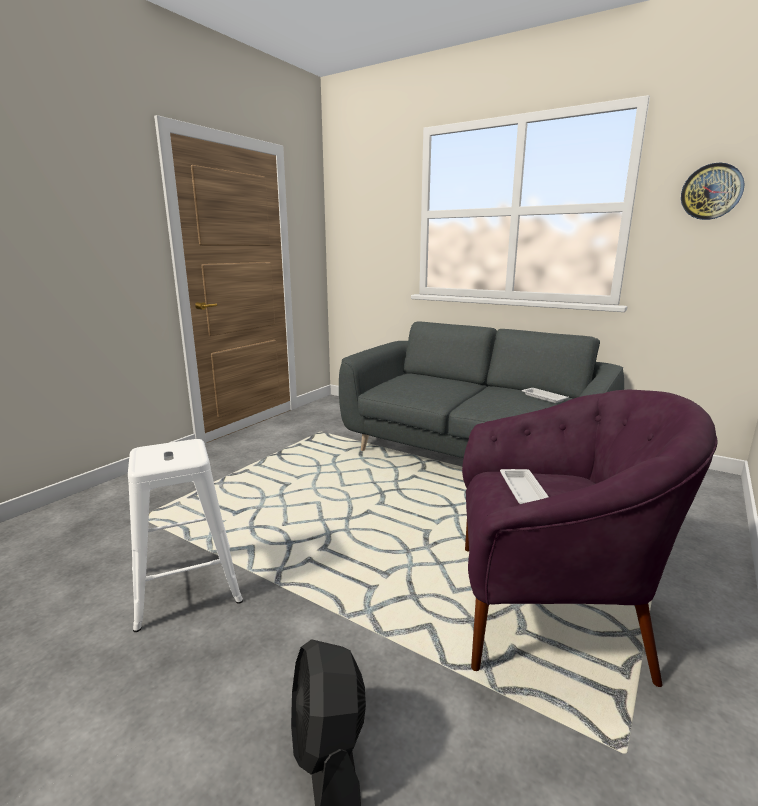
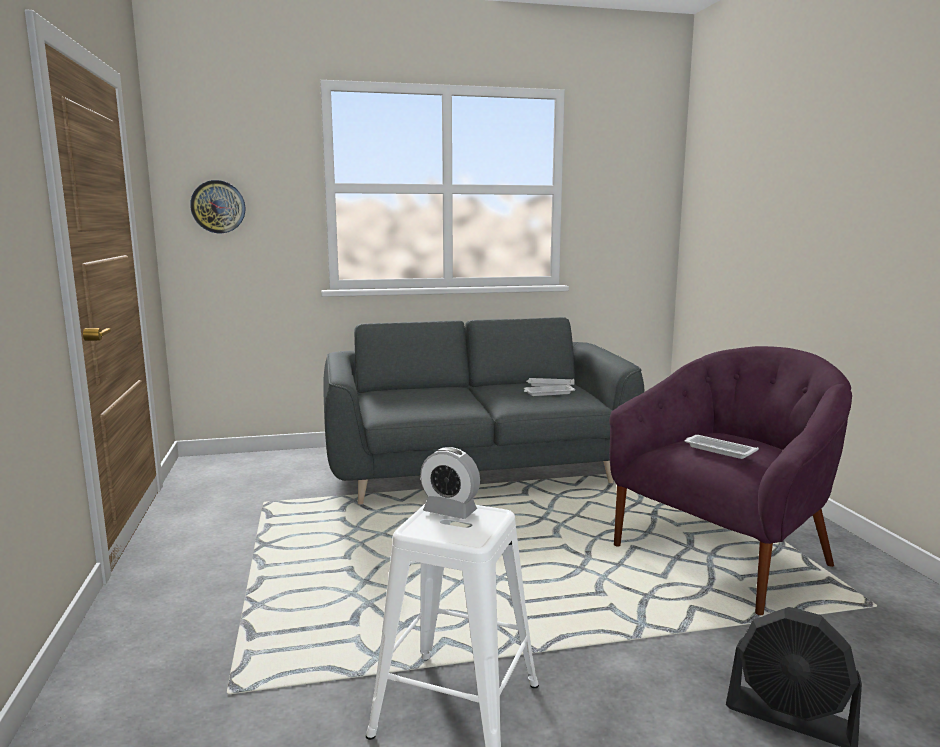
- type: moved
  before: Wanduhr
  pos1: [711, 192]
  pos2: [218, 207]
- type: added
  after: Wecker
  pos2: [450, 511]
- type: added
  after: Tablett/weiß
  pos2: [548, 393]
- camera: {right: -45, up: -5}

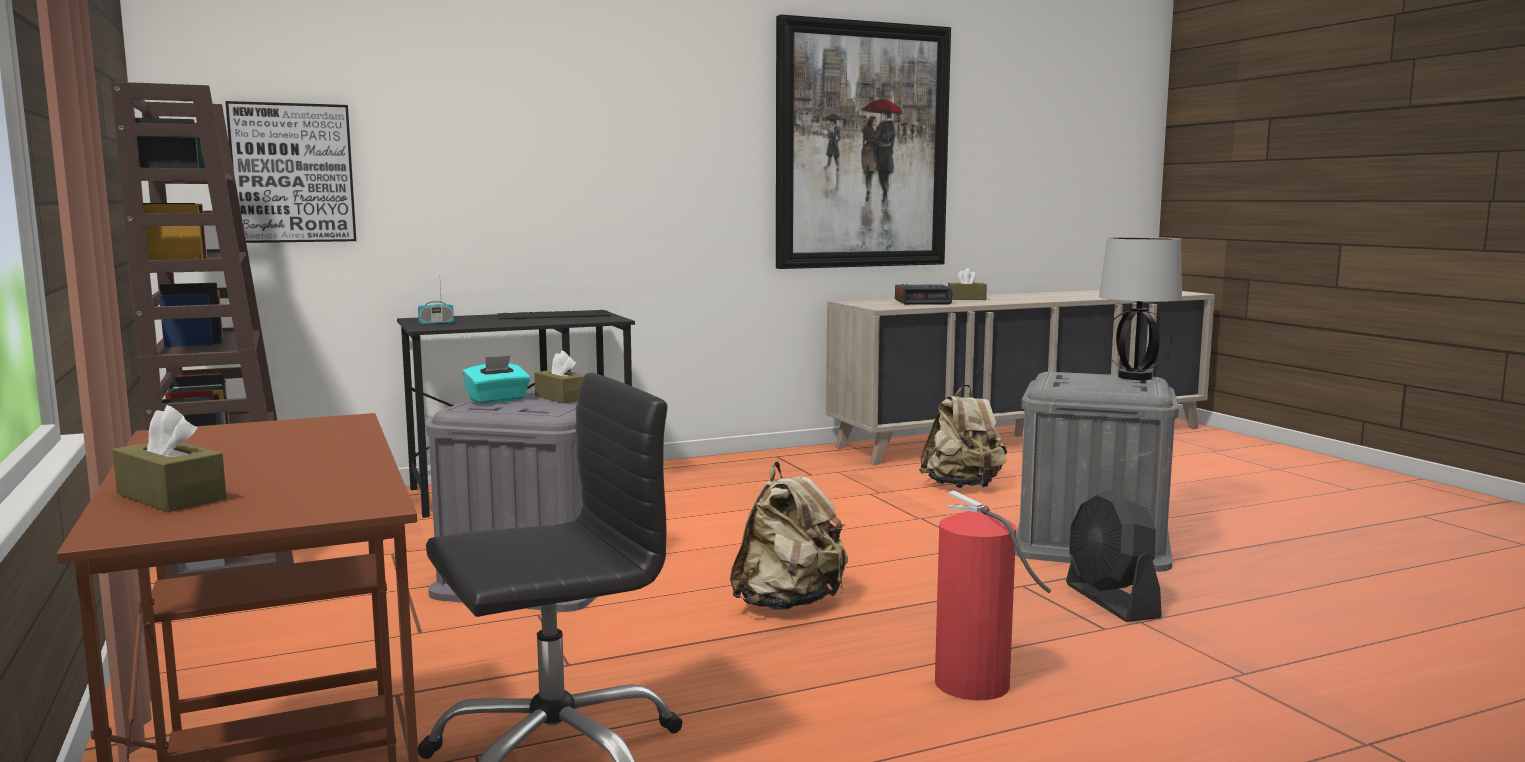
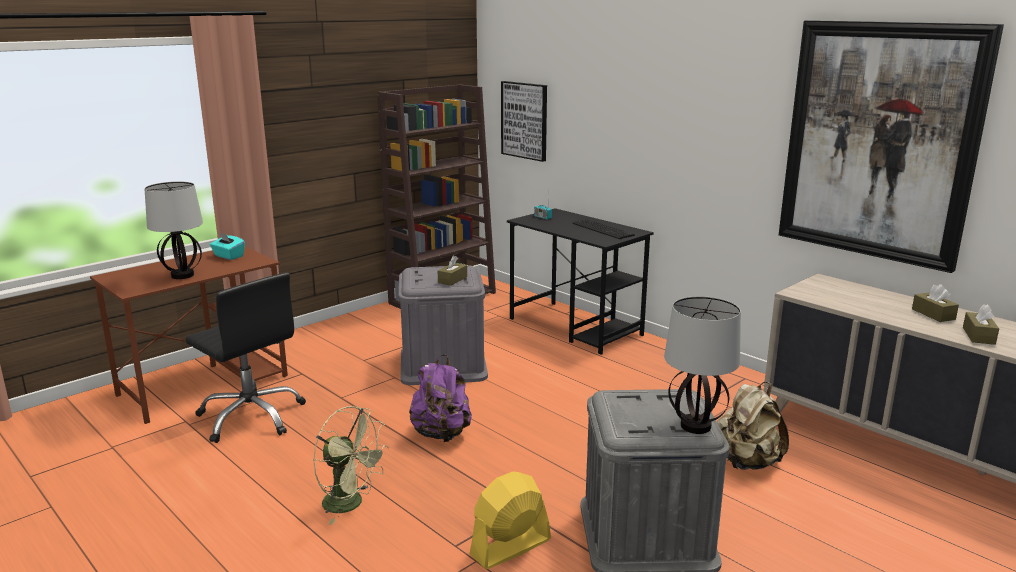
- type: added
  after: Tischlampe
  pos2: [182, 275]
- type: moved
  before: Taschentuchbox/türkis
  pos1: [497, 400]
  pos2: [228, 256]
- type: replaced
  before: Feuerlöscher
  after: Ventilator/grün
  pos1: [975, 685]
  pos2: [351, 504]
- type: recoloured
  before: Rucksack/beige
  after: Rucksack/lila
  pos1: [788, 603]
  pos2: [441, 434]
- type: recoloured
  before: Ventilator/schwarz
  after: Ventilator/gelb
  pos1: [1111, 601]
  pos2: [510, 547]
- type: moved
  before: Taschentuchbox/braun
  pos1: [171, 496]
  pos2: [978, 336]
- type: removed
  before: Wecker
  pos1: [923, 302]
- camera: {right: 70, up: 10}

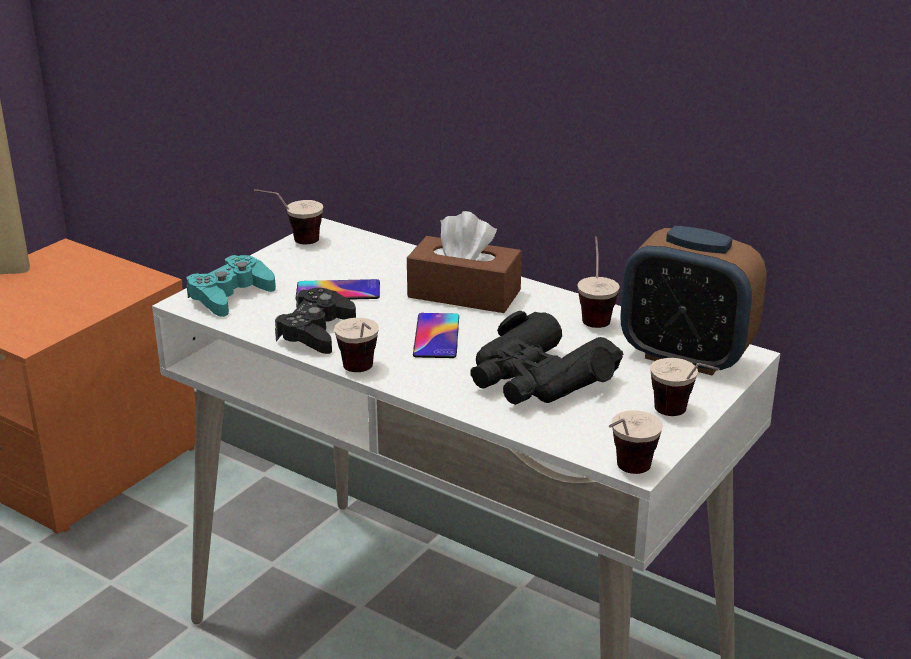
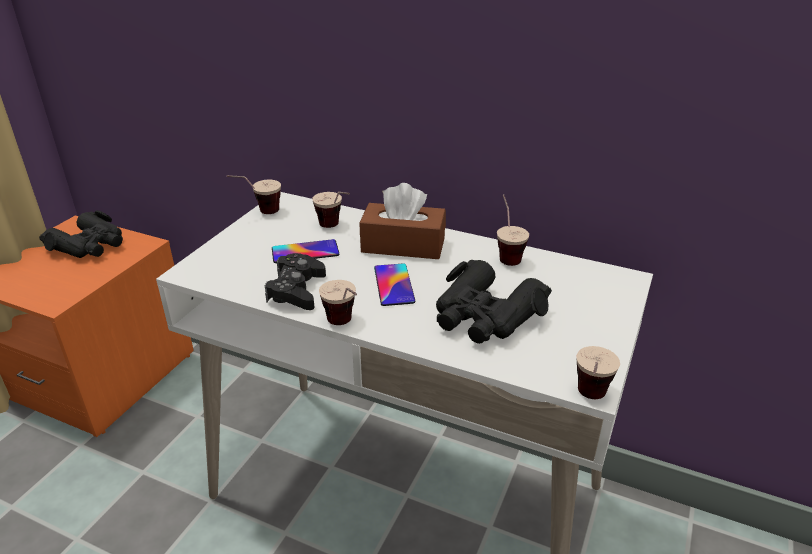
- type: added
  after: Fernglas/schwarz
  pos2: [90, 245]
- type: moved
  before: Tasse
  pos1: [682, 418]
  pos2: [335, 228]
- type: removed
  before: Gamepad/türkis
  pos1: [230, 295]
- type: removed
  before: Wecker
  pos1: [686, 356]
- camera: {right: -10, up: 5}

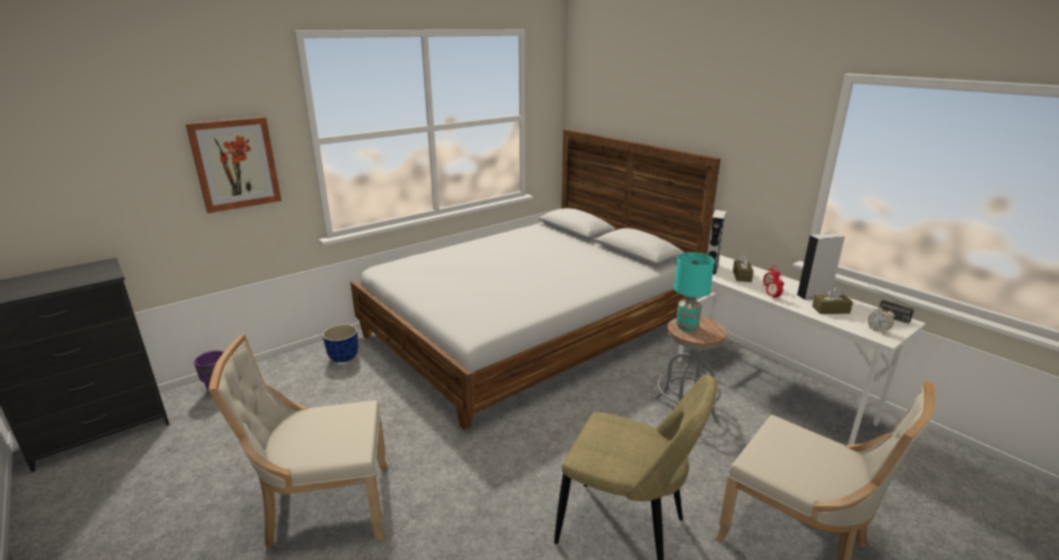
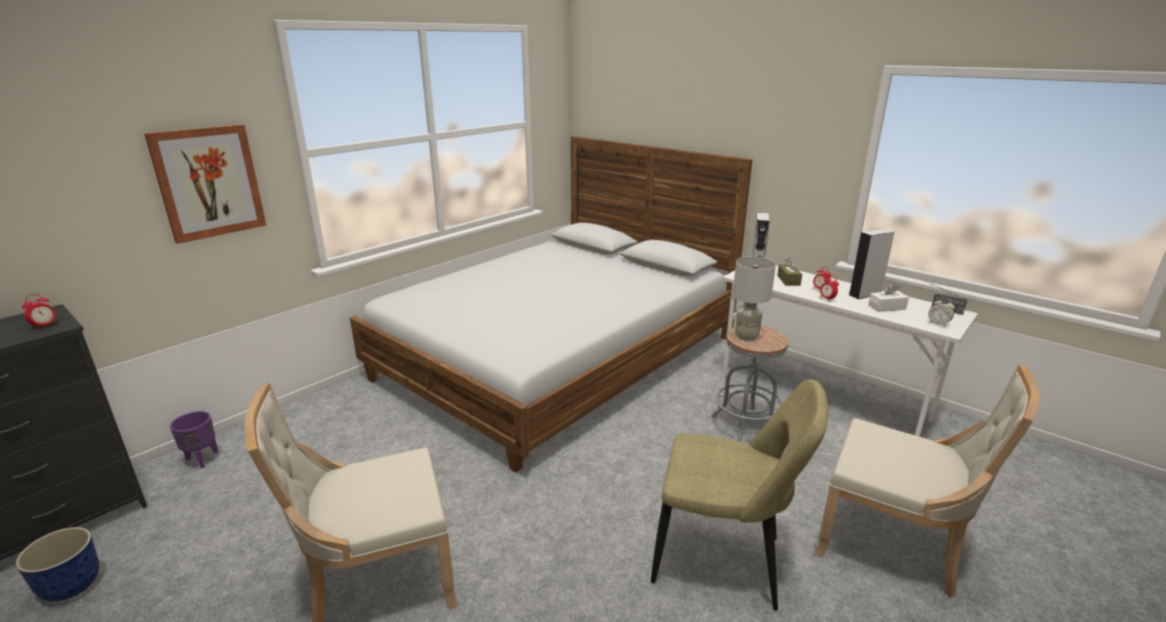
- type: moved
  before: Pflanzkübel
  pos1: [343, 357]
  pos2: [71, 586]
- type: added
  after: Wecker
  pos2: [45, 326]
- type: recoloured
  before: Tischlampe/türkis
  after: Tischlampe/grau
  pos1: [687, 327]
  pos2: [747, 336]
- type: recoloured
  before: Taschentuchbox/braun
  after: Taschentuchbox/weiß
  pos1: [830, 310]
  pos2: [887, 307]
- camera: {right: -10, up: 0}

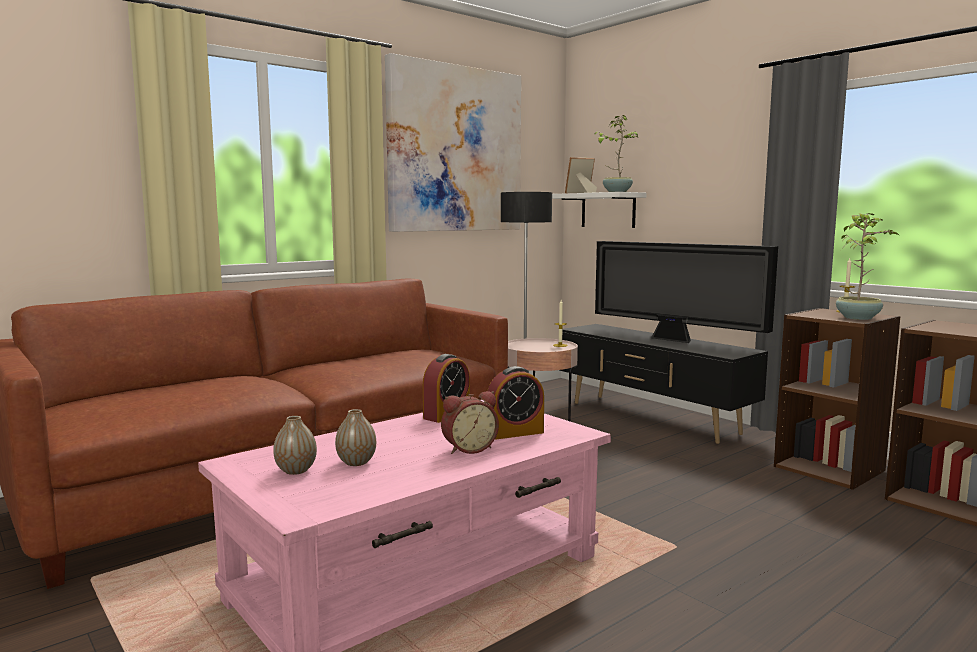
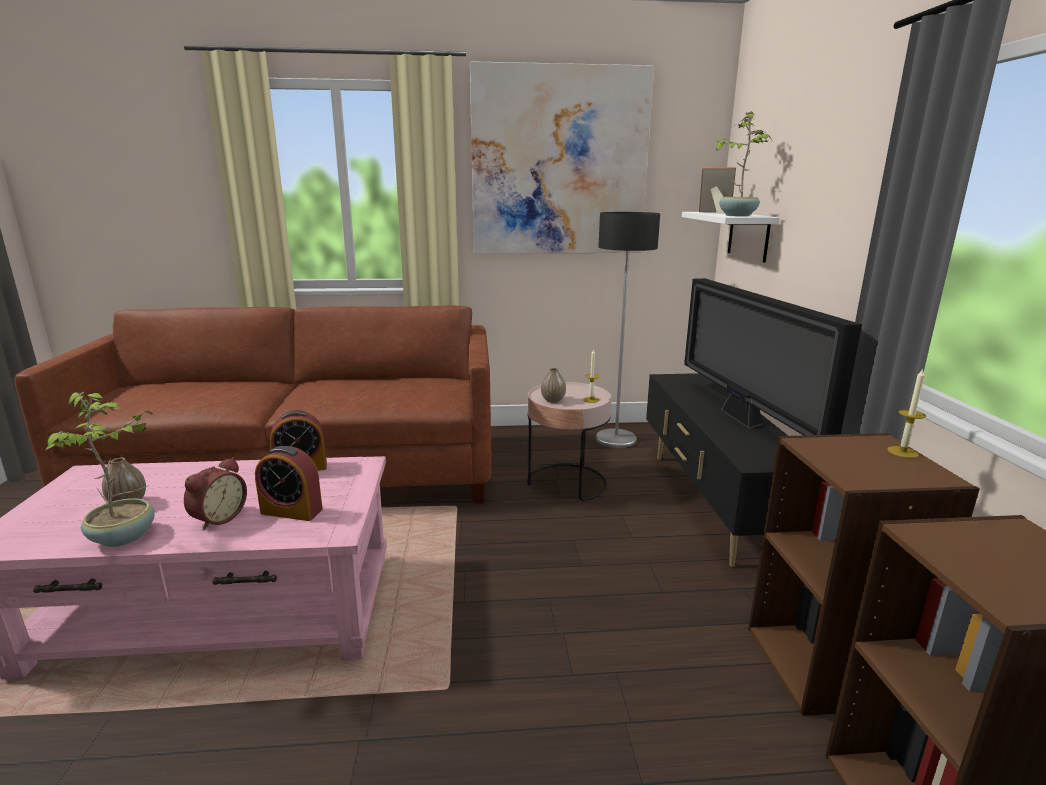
- type: moved
  before: Topfpflanze
  pos1: [858, 317]
  pos2: [124, 537]
- type: turned
  before: Wecker
  pos1: [468, 448]
  pos2: [218, 518]
  turn: -75
- type: moved
  before: Vase
  pos1: [296, 470]
  pos2: [553, 400]
- camera: {right: 35, up: 10}

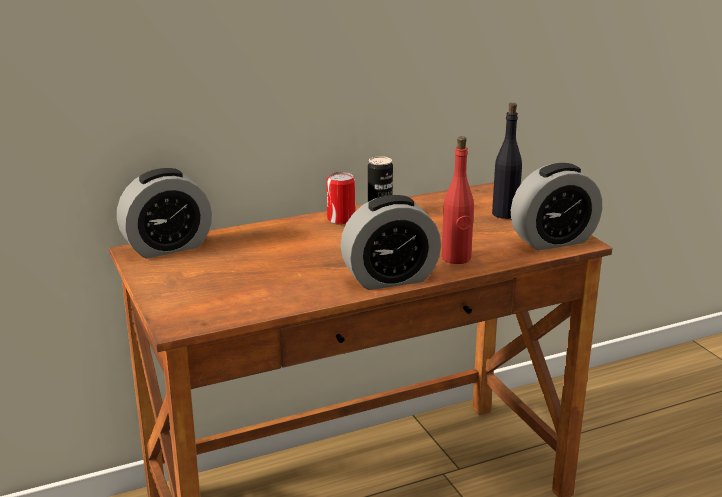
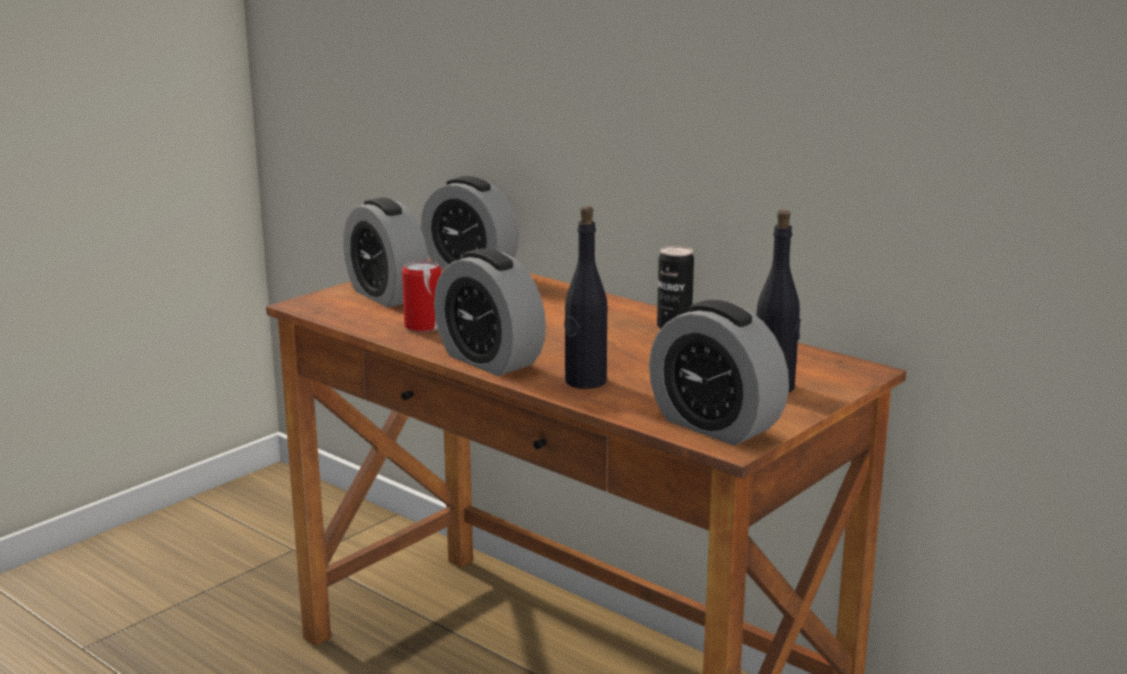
- type: added
  after: Wecker
  pos2: [387, 295]
- type: moved
  before: Dose
  pos1: [341, 219]
  pos2: [423, 326]
- type: recoloured
  before: Flasche/rot
  after: Flasche/schwarz
  pos1: [456, 258]
  pos2: [585, 382]
- camera: {right: 65, up: -5}

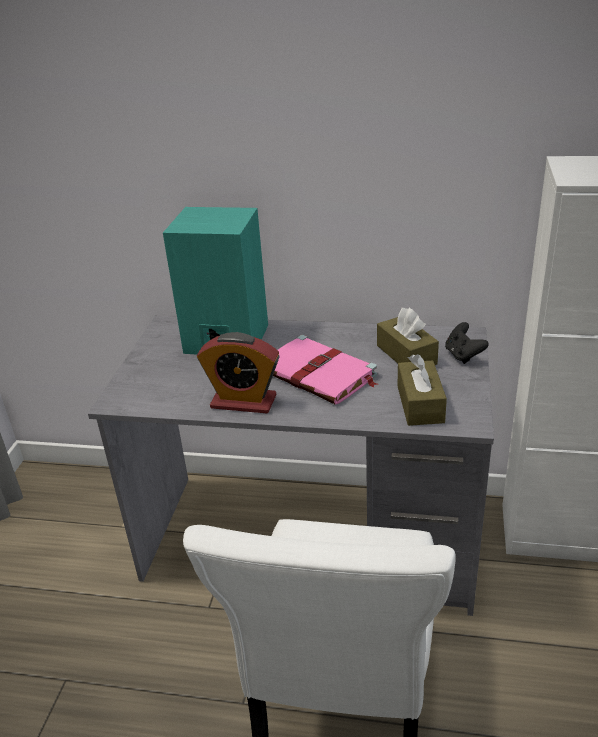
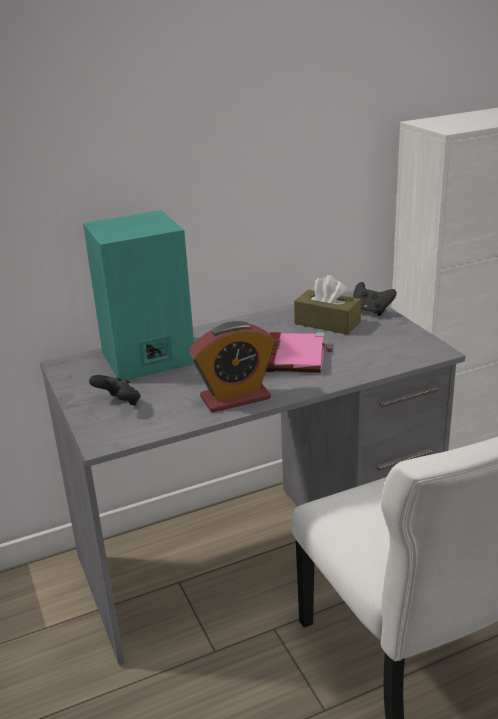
- type: added
  after: Gamepad/schwarz
  pos2: [119, 403]
- type: removed
  before: Taschentuchbox/braun
  pos1: [420, 404]
- camera: {right: -35, up: -5}

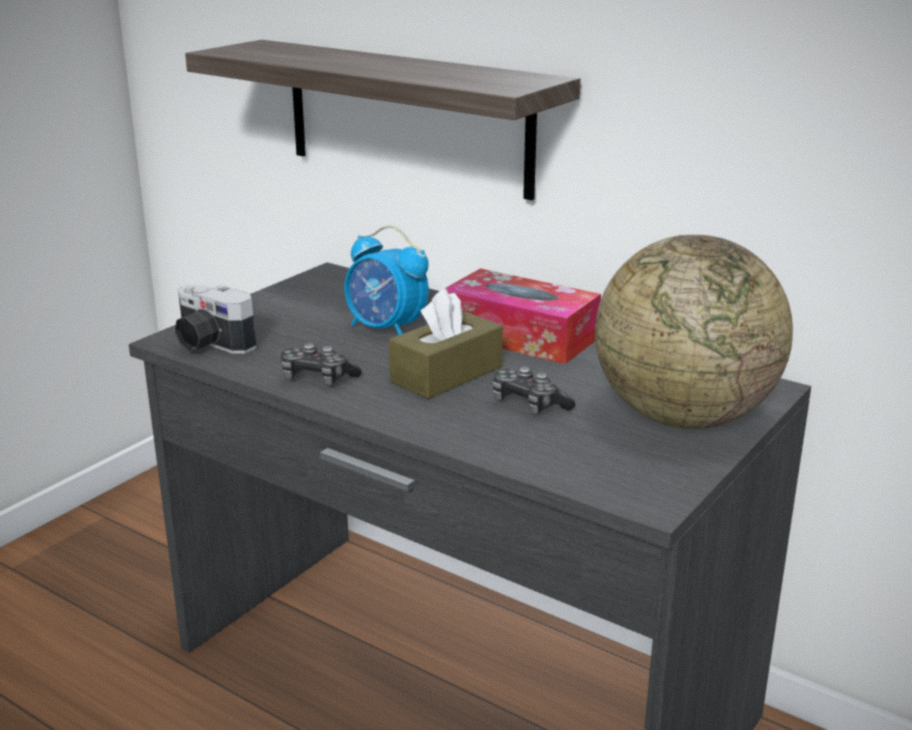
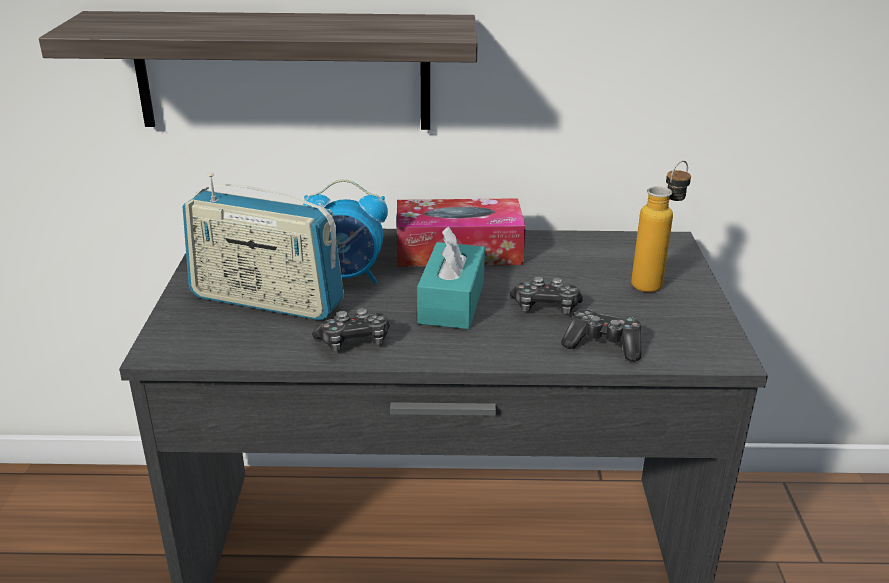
- type: added
  after: Radio
  pos2: [266, 300]
- type: recoloured
  before: Taschentuchbox/braun
  after: Taschentuchbox/türkis
  pos1: [446, 374]
  pos2: [452, 302]
- type: added
  after: Gamepad
  pos2: [603, 345]
- type: replaced
  before: Globus
  after: Flasche
  pos1: [683, 417]
  pos2: [654, 281]
- type: removed
  before: Kamera
  pos1: [209, 344]
- camera: {right: -35, up: 5}

